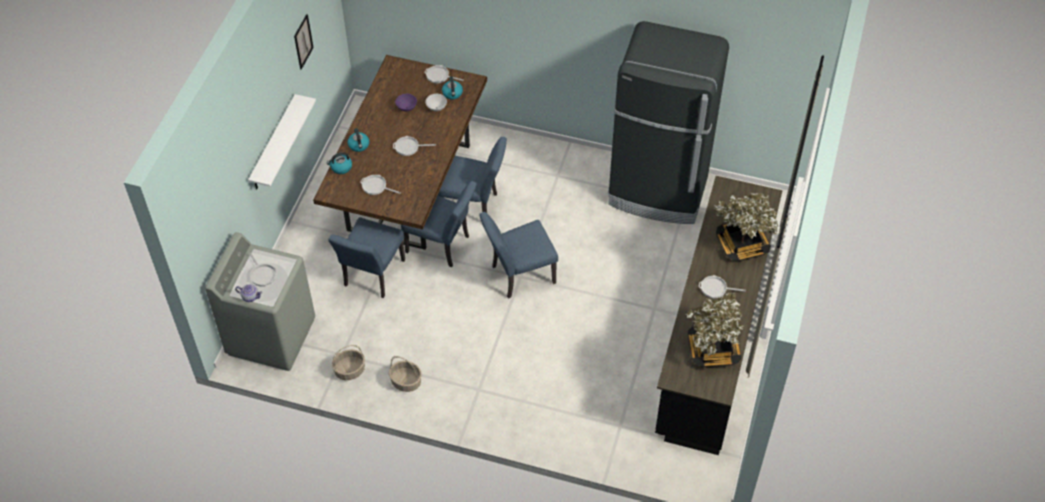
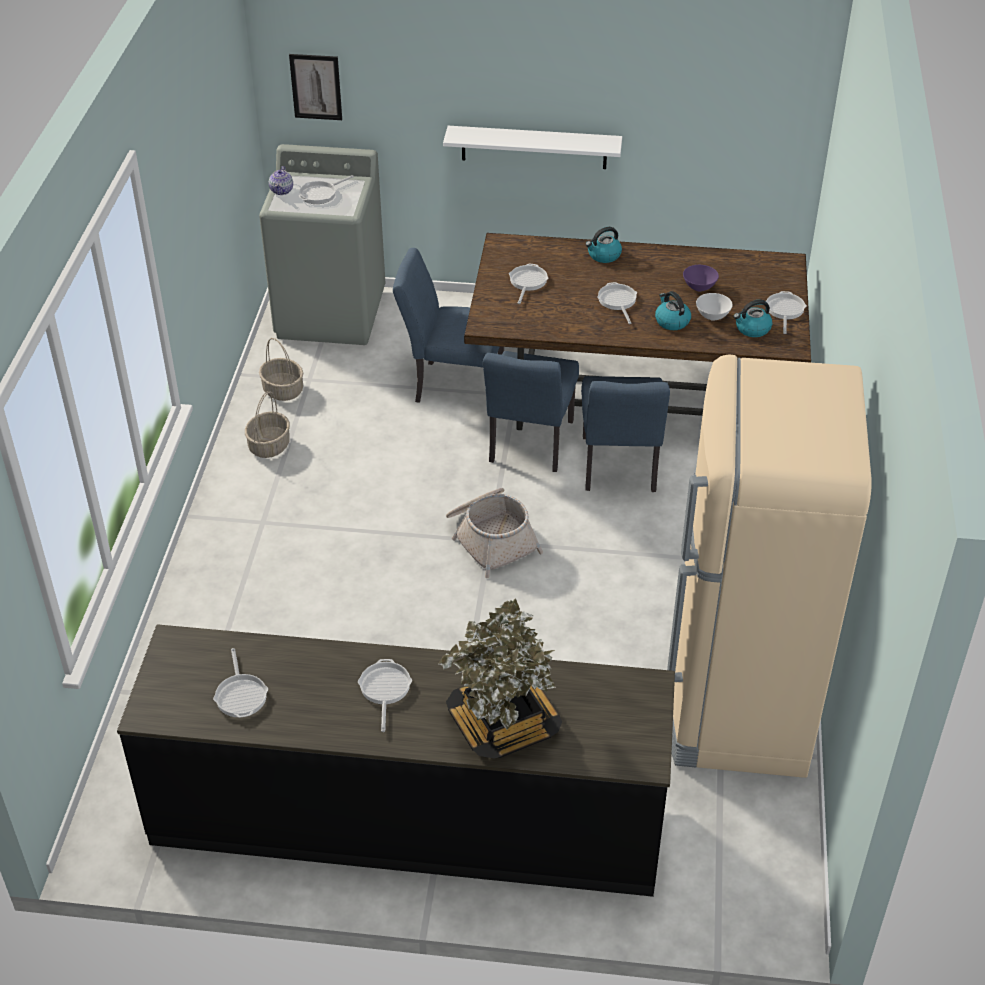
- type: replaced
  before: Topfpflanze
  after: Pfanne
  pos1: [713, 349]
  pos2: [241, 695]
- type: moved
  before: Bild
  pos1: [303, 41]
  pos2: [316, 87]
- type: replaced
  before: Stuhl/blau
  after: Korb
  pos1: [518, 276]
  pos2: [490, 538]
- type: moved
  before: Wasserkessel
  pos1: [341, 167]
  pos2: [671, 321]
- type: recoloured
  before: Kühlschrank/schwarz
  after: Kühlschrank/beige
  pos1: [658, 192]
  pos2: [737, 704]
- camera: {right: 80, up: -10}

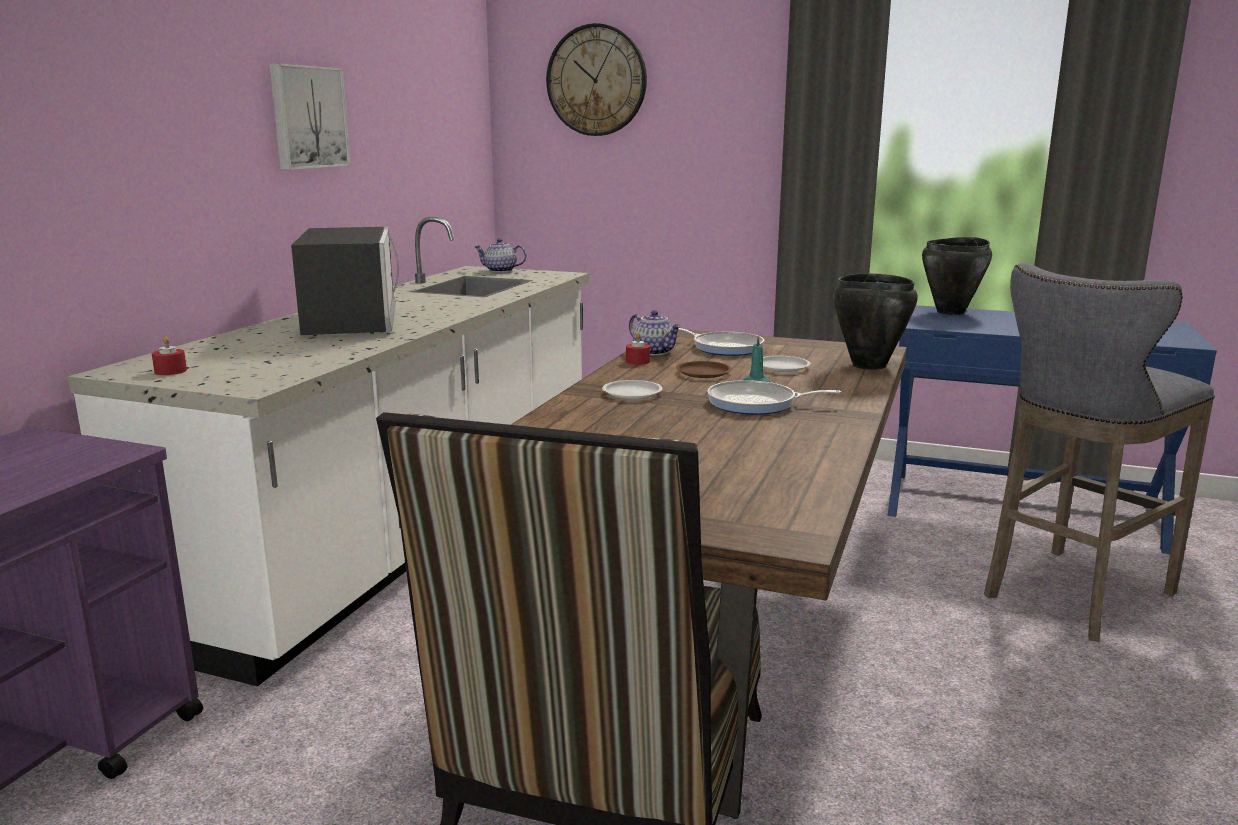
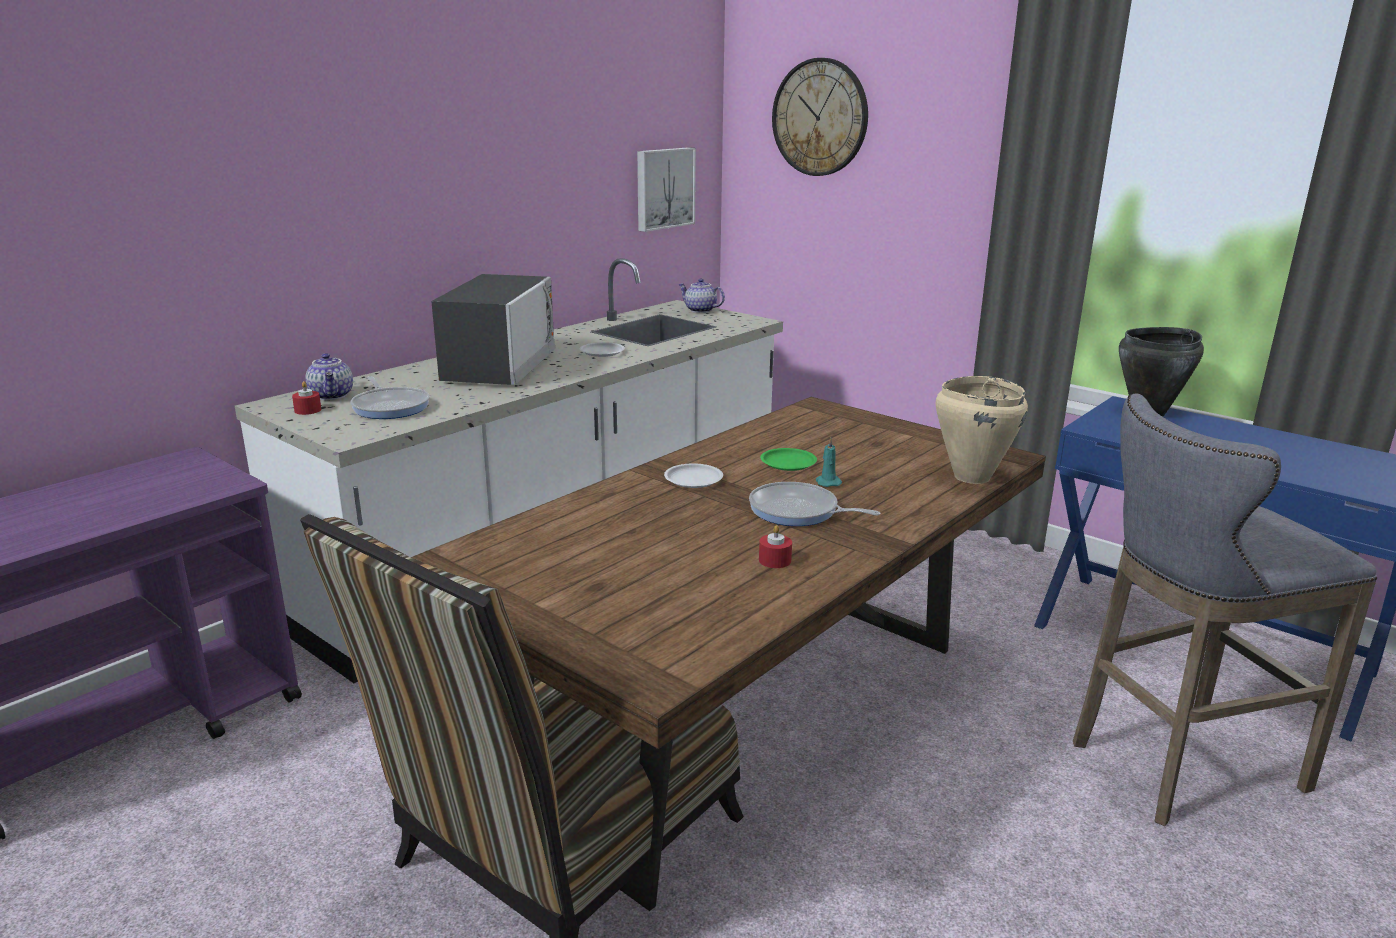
- type: moved
  before: Teekanne
  pos1: [655, 352]
  pos2: [333, 395]
- type: moved
  before: Pfanne
  pos1: [724, 347]
  pos2: [390, 407]
- type: moved
  before: Teller/weiß
  pos1: [782, 367]
  pos2: [602, 352]
- type: moved
  before: Bild
  pos1: [307, 117]
  pos2: [663, 188]
- type: moved
  before: Kerze/rot
  pos1: [638, 361]
  pos2: [775, 560]
- type: recoloured
  before: Teller/braun
  after: Teller/grün
  pos1: [703, 373]
  pos2: [788, 463]
- type: recoloured
  before: Kochtopf/schwarz
  after: Kochtopf/beige
  pos1: [868, 365]
  pos2: [971, 477]
- camera: {right: 20, up: 5}

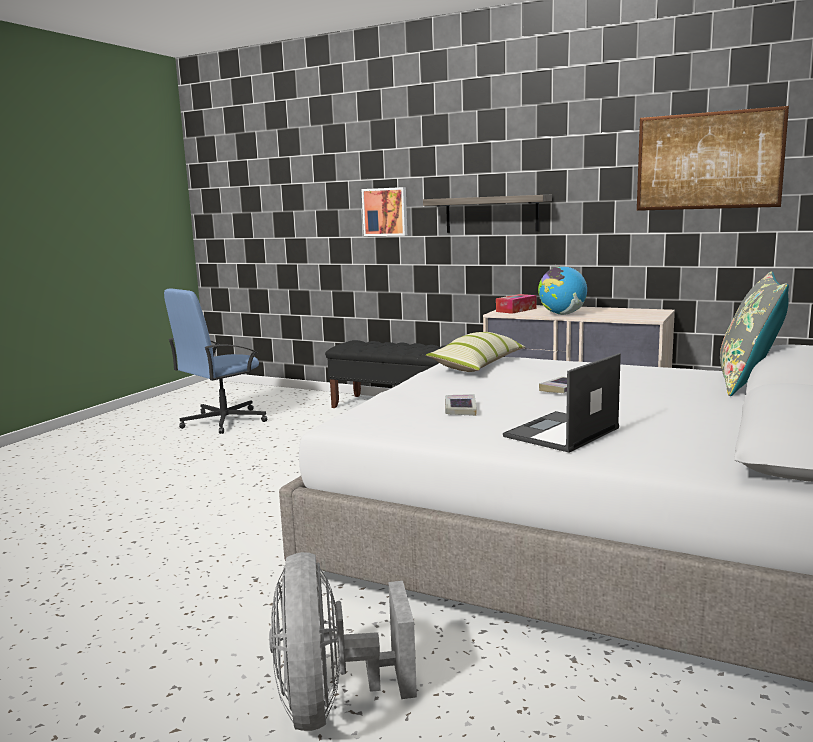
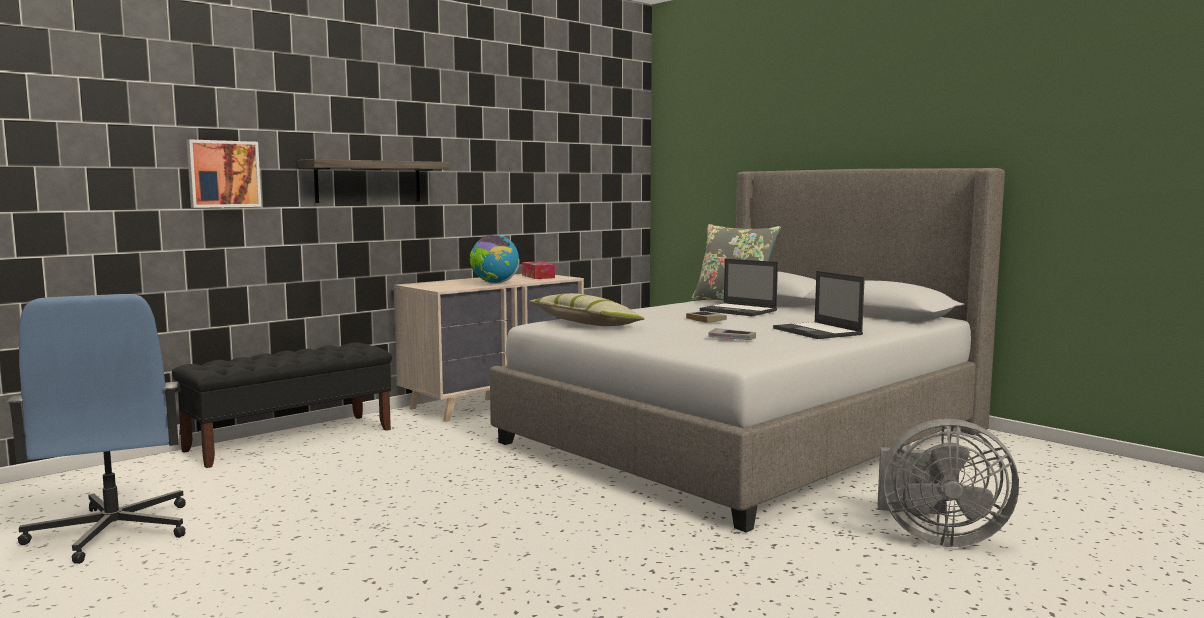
- type: moved
  before: Taschentuchbox
  pos1: [516, 310]
  pos2: [538, 276]
- type: added
  after: Laptop
  pos2: [739, 310]
- type: removed
  before: Bild
  pos1: [708, 161]
- camera: {right: -70, up: -5}

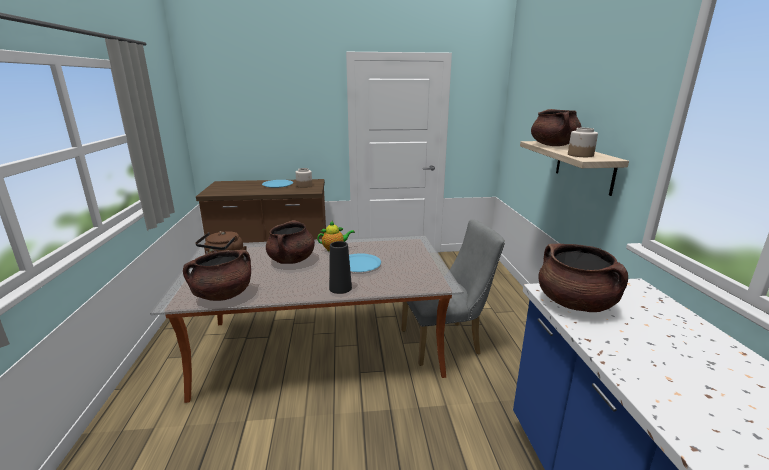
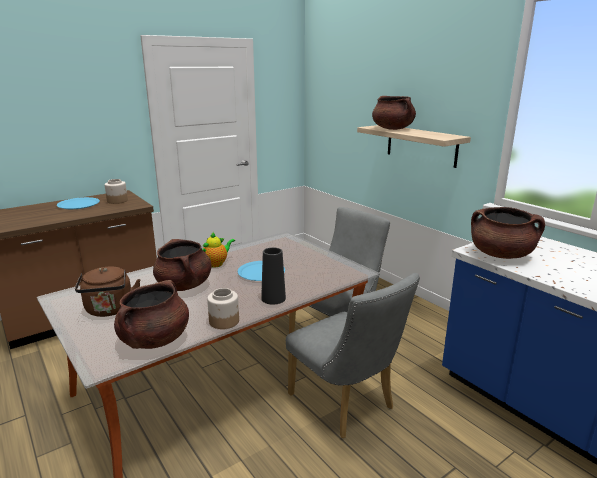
- type: moved
  before: Vorratsglas
  pos1: [580, 155]
  pos2: [224, 321]
- type: added
  after: Stuhl/grau
  pos2: [346, 405]
- camera: {right: -30, up: 0}

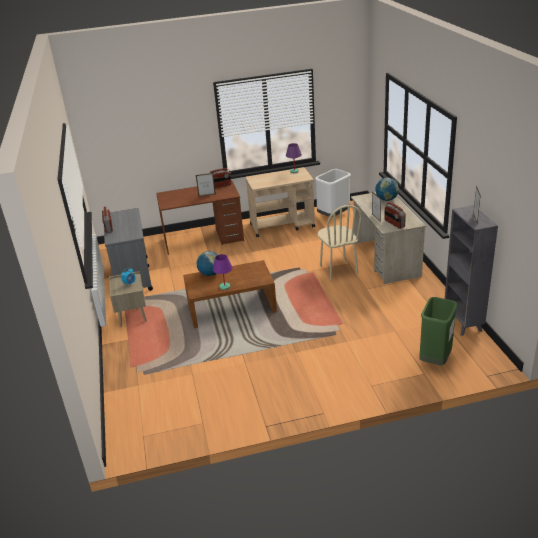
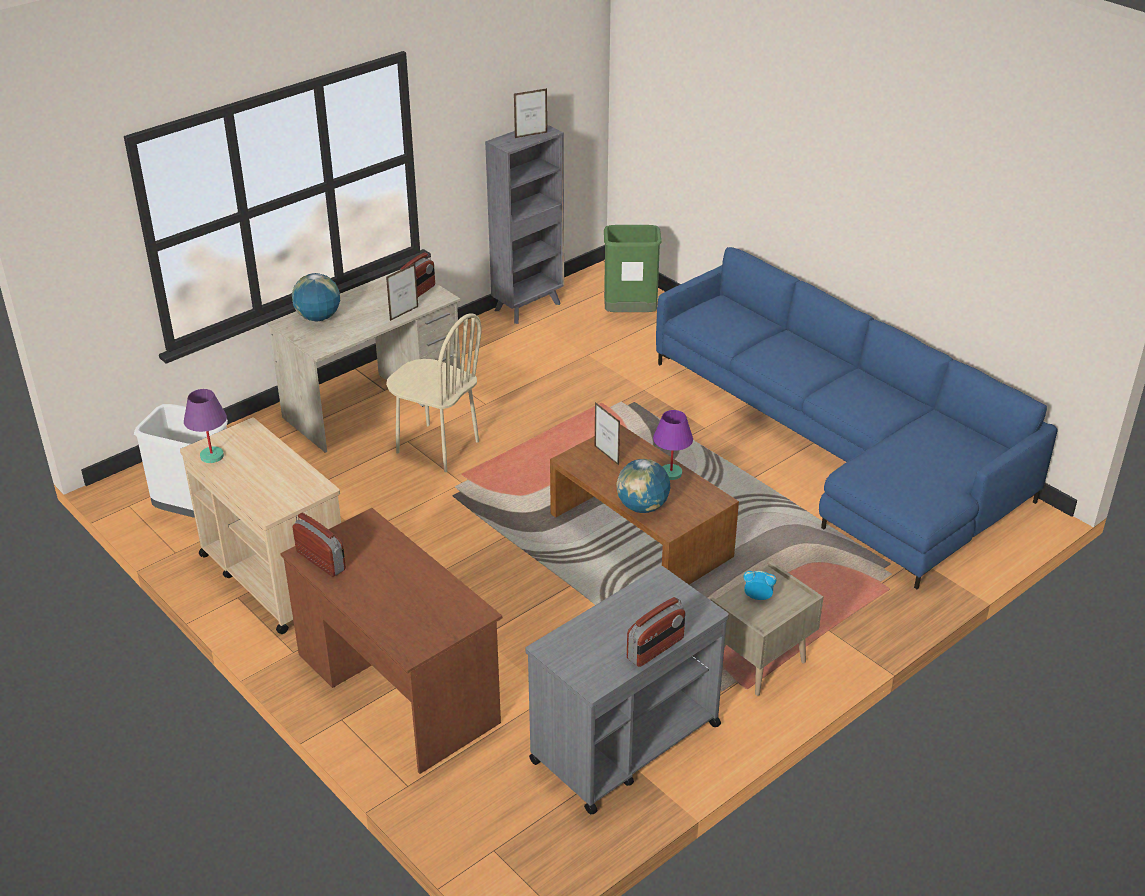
- type: turned
  before: Stuhl/beige
  pos1: [338, 270]
  pos2: [437, 447]
  turn: 75
- type: moved
  before: Bilderrahmen
  pos1: [207, 195]
  pos2: [606, 455]
- type: added
  after: Sofa/blau
  pos2: [842, 446]
- camera: {right: -120, up: 5}

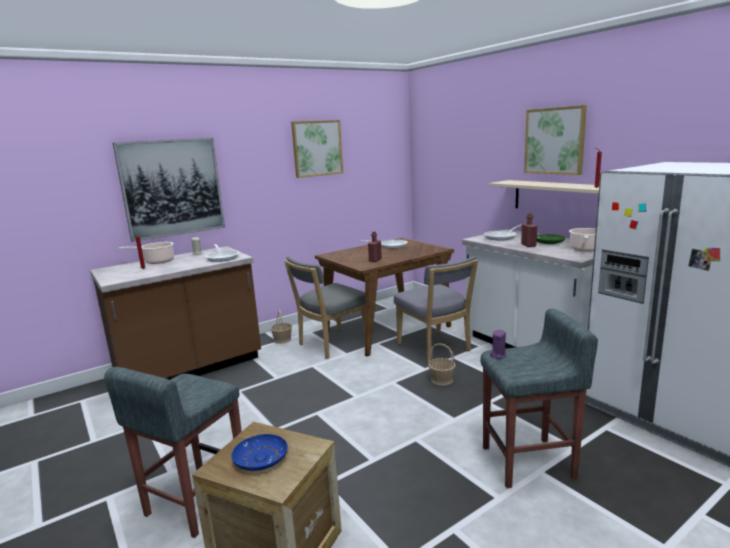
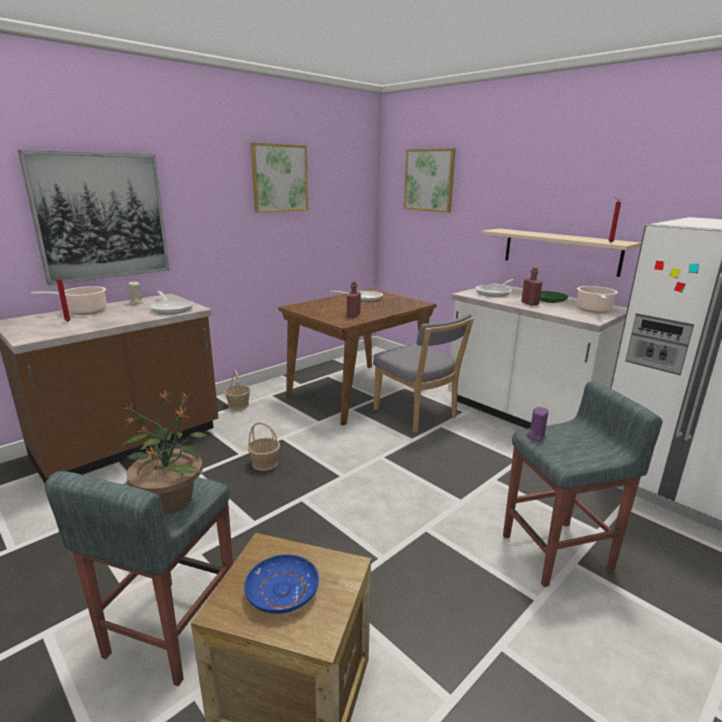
- type: added
  after: Topfpflanze
  pos2: [170, 500]
- type: moved
  before: Korb
  pos1: [441, 380]
  pos2: [265, 463]
- type: moved
  before: Bild
  pos1: [554, 141]
  pos2: [429, 180]
- type: removed
  before: Stuhl/grau
  pos1: [331, 344]
- camera: {right: -10, up: 5}

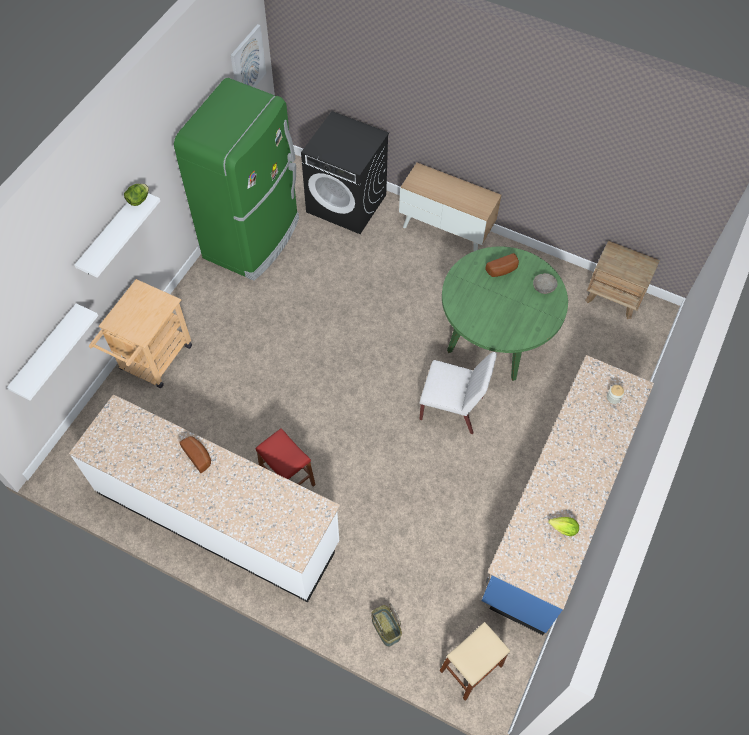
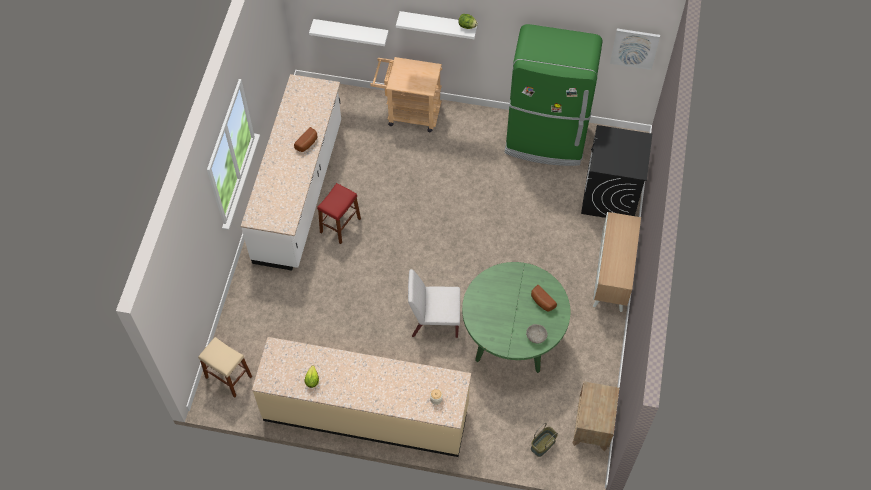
- type: recoloured
  before: Küchenzeile/blau
  after: Küchenzeile/beige
  pos1: [555, 510]
  pos2: [366, 413]
- type: turned
  before: Stuhl/weiß
  pos1: [452, 408]
  pos2: [434, 320]
  turn: 90
- type: moved
  before: Korb
  pos1: [386, 628]
  pos2: [543, 445]
- camera: {right: 75, up: 0}

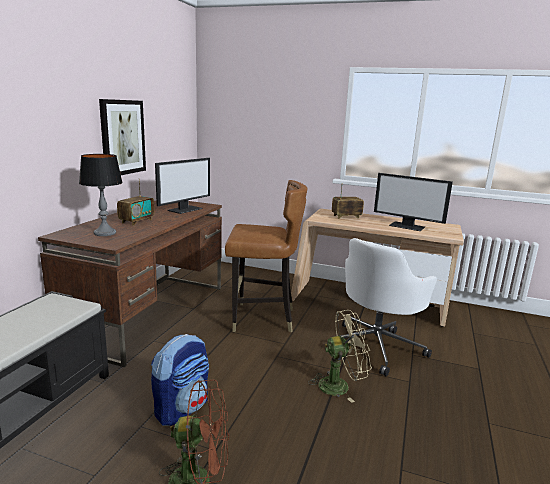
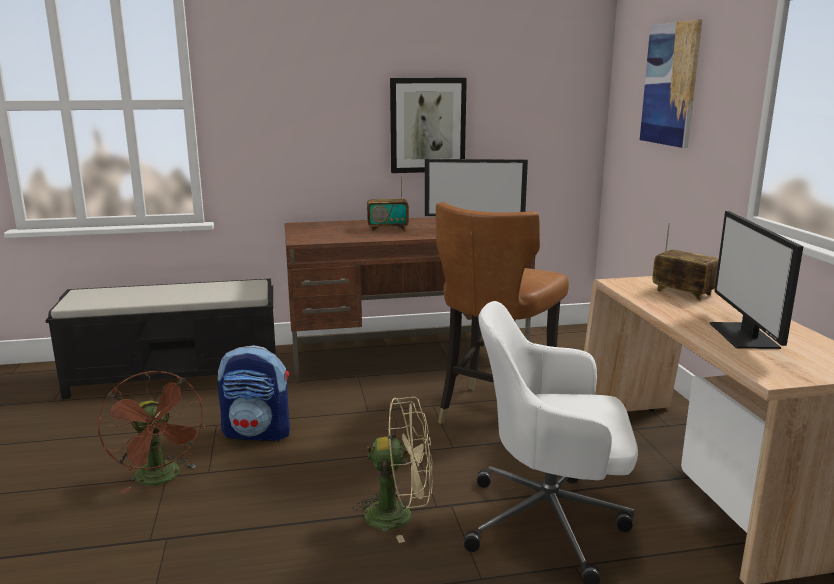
- type: turned
  before: Ventilator/beige
  pos1: [340, 385]
  pos2: [399, 515]
  turn: -45
- type: turned
  before: Stuhl/braun
  pos1: [262, 319]
  pos2: [493, 413]
  turn: 60
- type: added
  after: Bild
  pos2: [670, 84]
- type: removed
  before: Tischlampe
  pos1: [104, 233]
- camera: {right: 60, up: 0}

